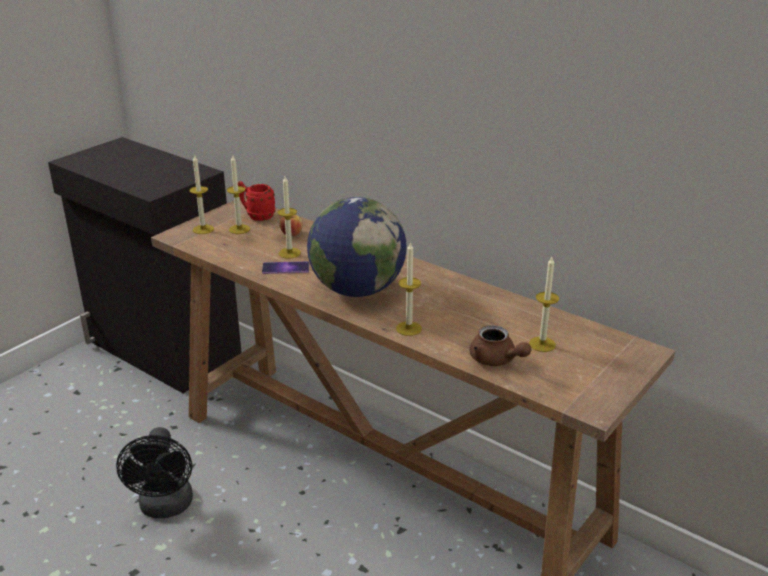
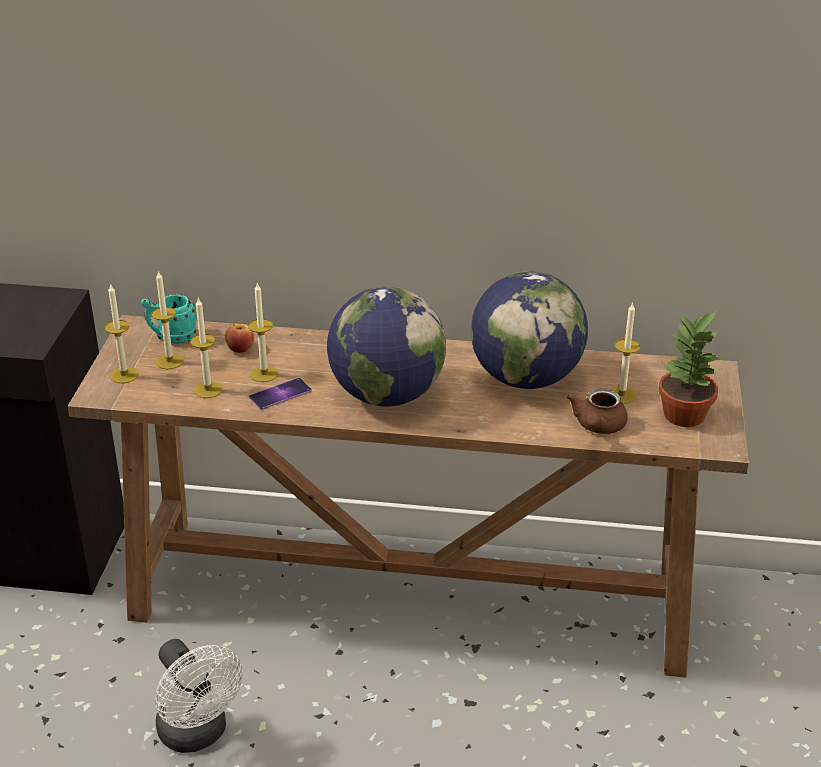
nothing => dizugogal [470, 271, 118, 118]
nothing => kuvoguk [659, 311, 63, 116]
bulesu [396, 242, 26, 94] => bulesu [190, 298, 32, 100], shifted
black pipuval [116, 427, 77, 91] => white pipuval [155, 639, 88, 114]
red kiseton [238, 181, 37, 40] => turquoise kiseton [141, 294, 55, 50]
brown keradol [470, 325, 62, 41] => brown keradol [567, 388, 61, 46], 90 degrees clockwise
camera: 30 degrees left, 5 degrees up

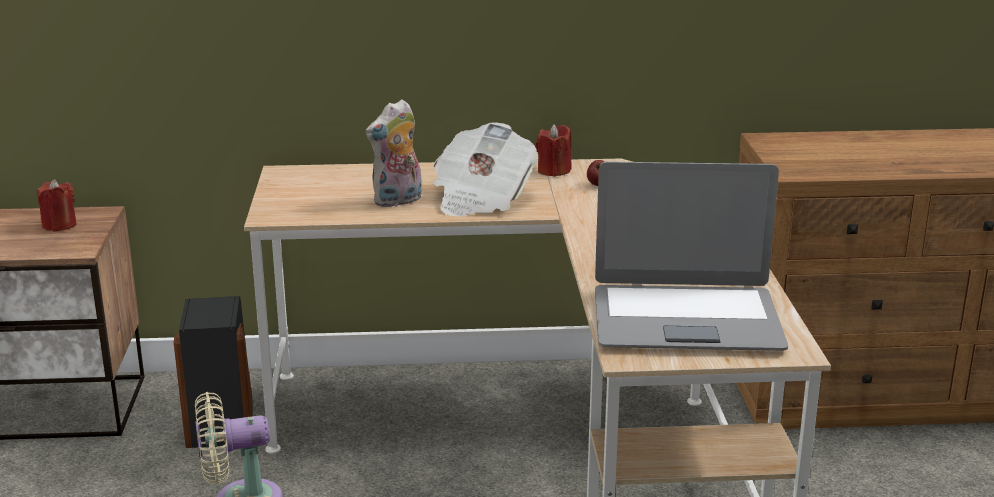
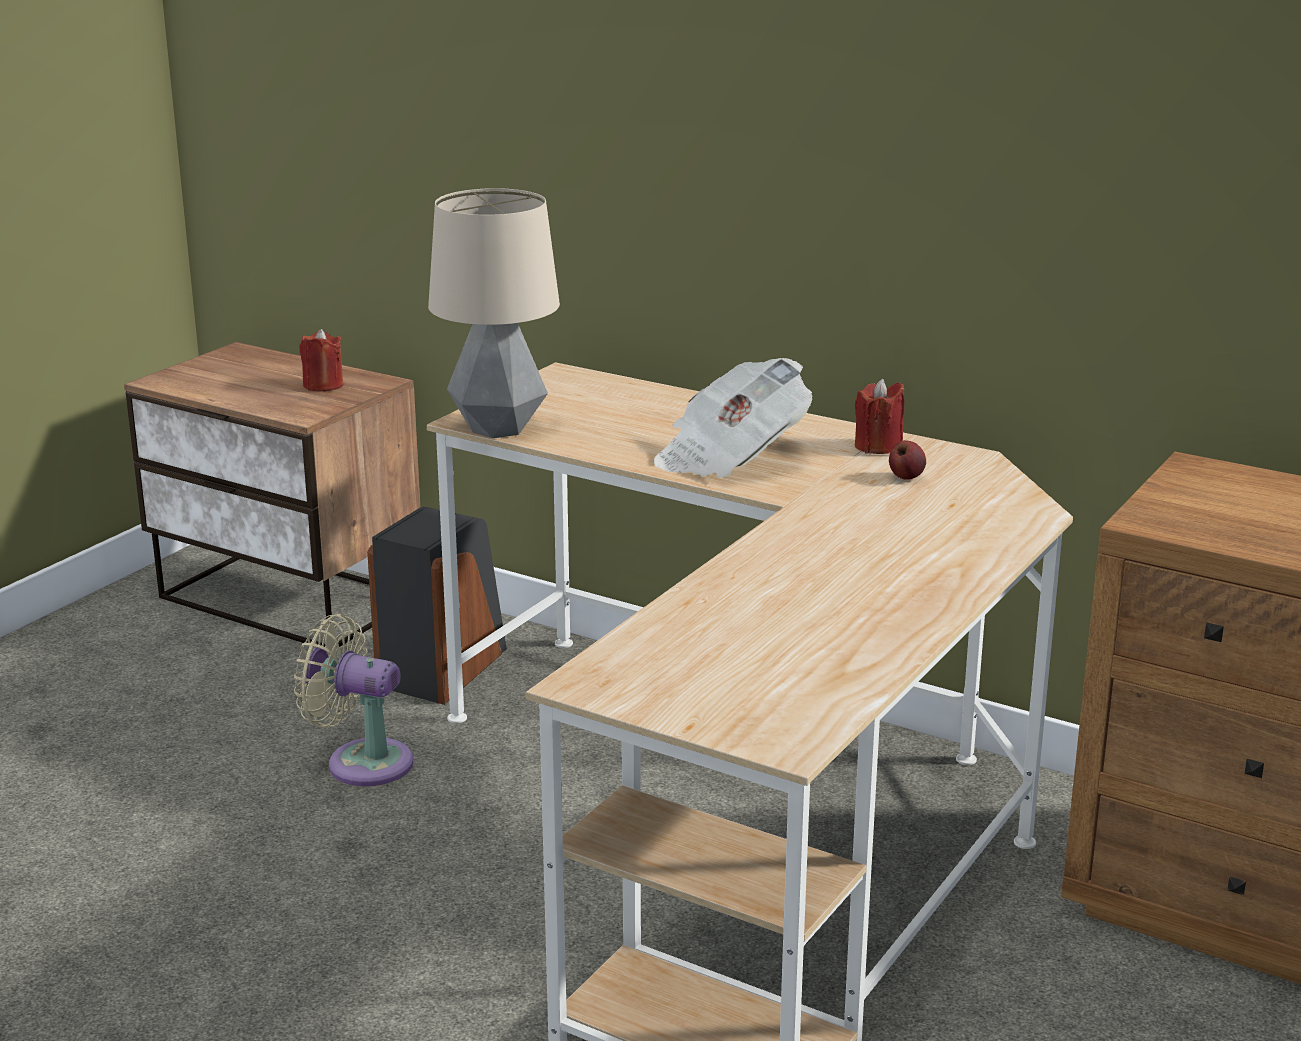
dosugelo [365, 99, 57, 108] => nothing
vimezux [595, 162, 193, 189] => nothing
nothing => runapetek [428, 188, 132, 250]
camera: 35 degrees right, 0 degrees up

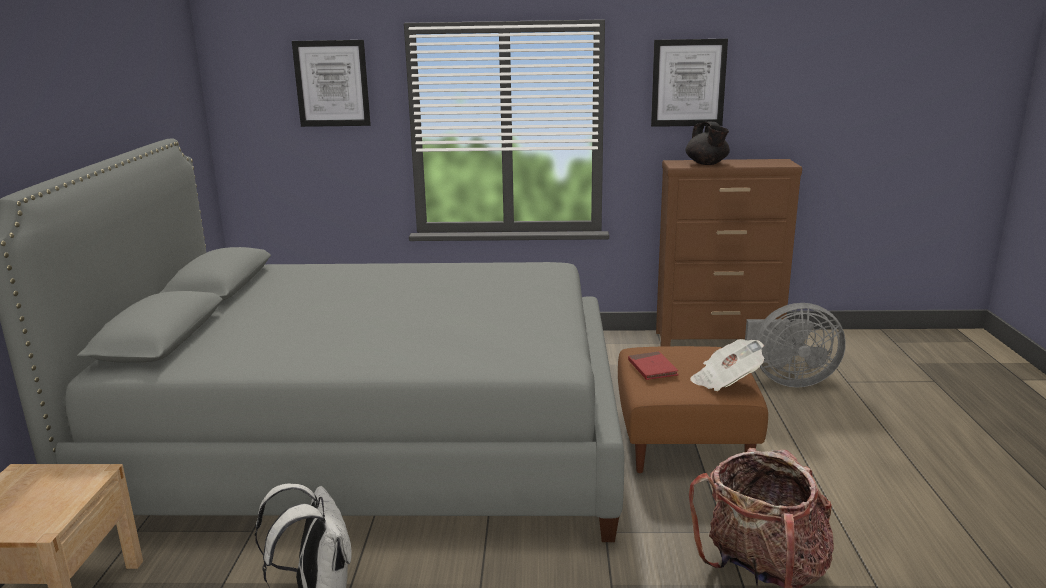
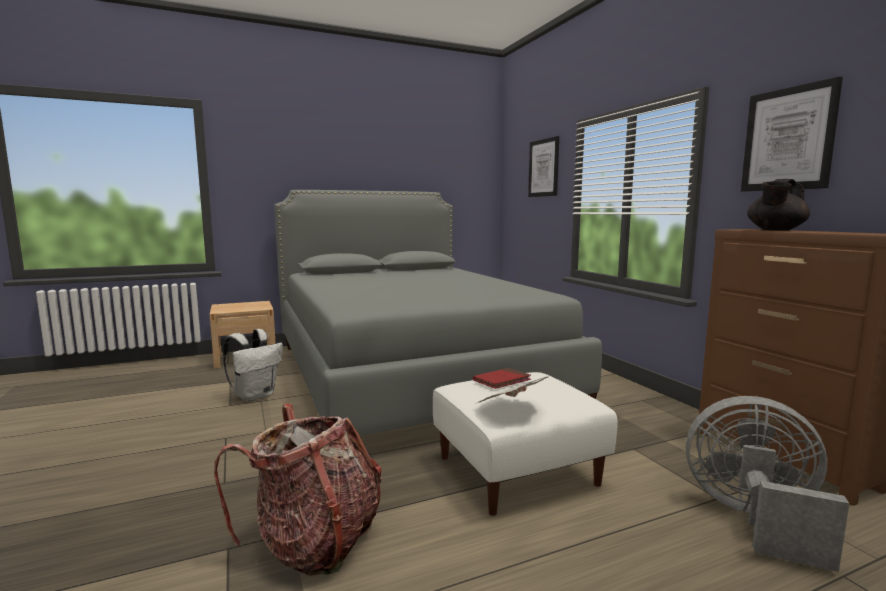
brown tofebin [618, 346, 150, 127] => white tofebin [433, 372, 185, 144]
grey pipuval [745, 303, 101, 84] => grey pipuval [686, 396, 163, 176], 135 degrees clockwise
camera: 65 degrees right, 10 degrees down

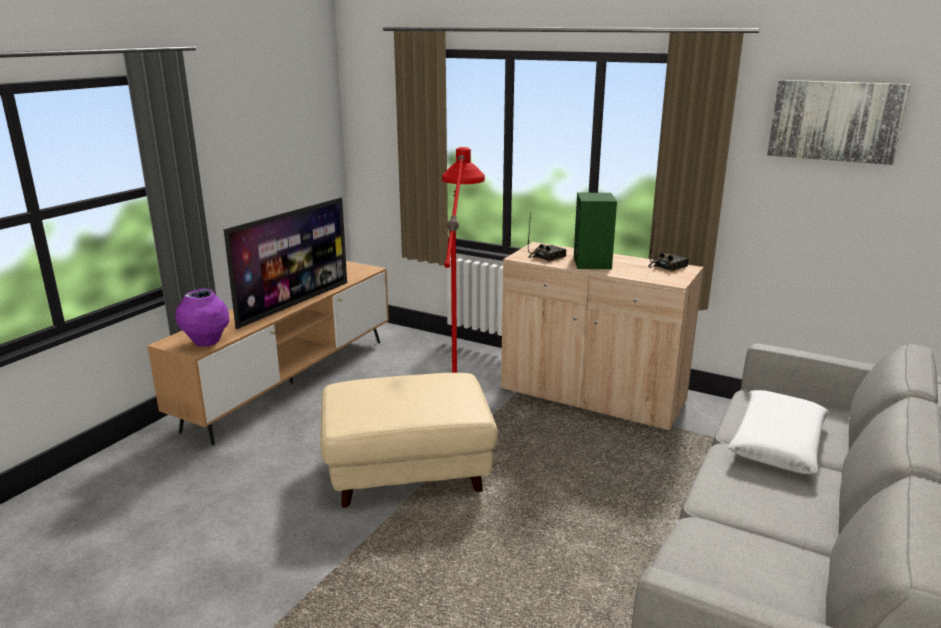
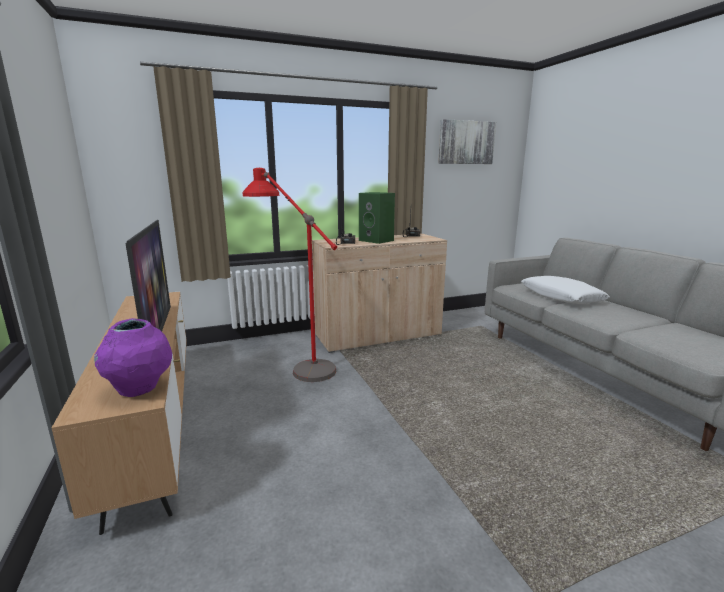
beige tofebin [320, 373, 178, 135] => nothing
camera: 50 degrees left, 5 degrees down

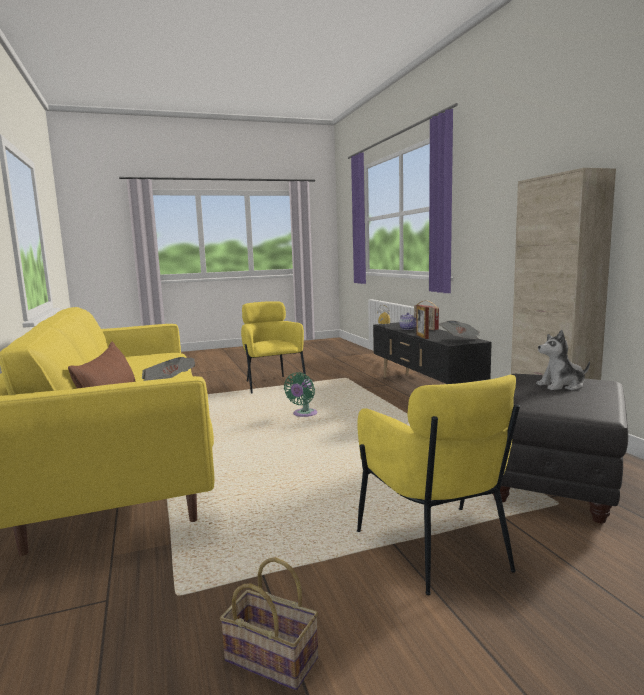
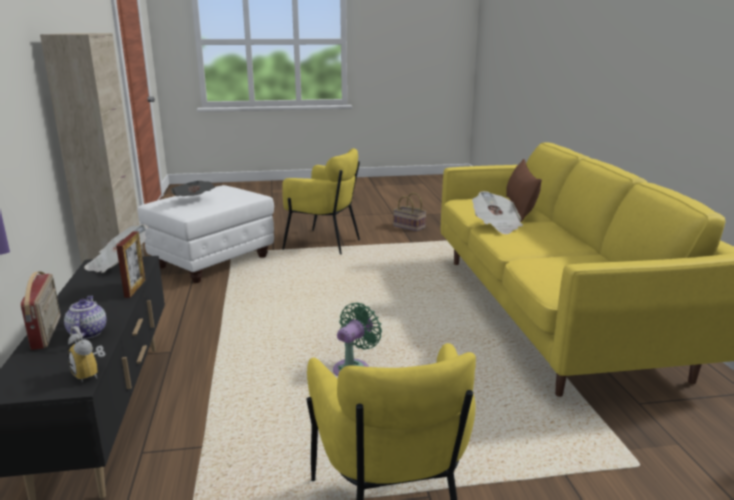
dosugelo [536, 330, 54, 60] => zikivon [171, 181, 44, 15]
black tofebin [493, 374, 135, 149] => white tofebin [138, 185, 136, 98]
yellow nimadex [357, 375, 163, 220] => yellow nimadex [282, 148, 78, 106], 120 degrees clockwise
camera: 170 degrees left, 10 degrees up

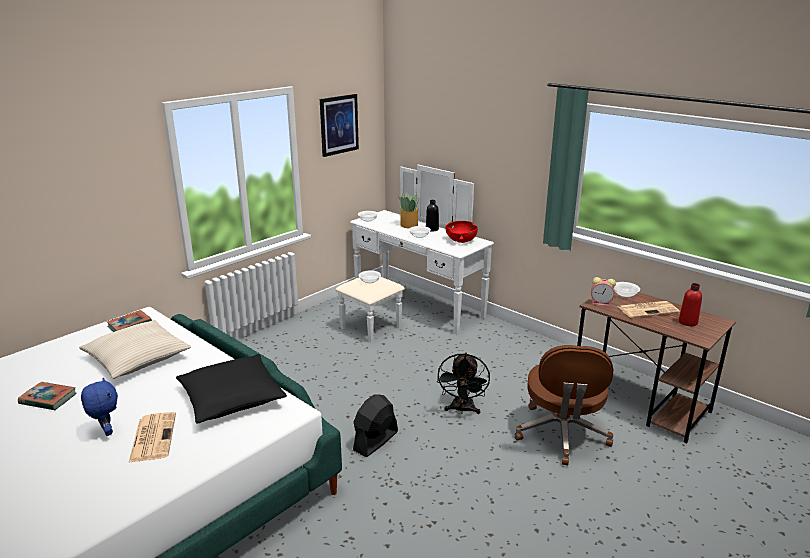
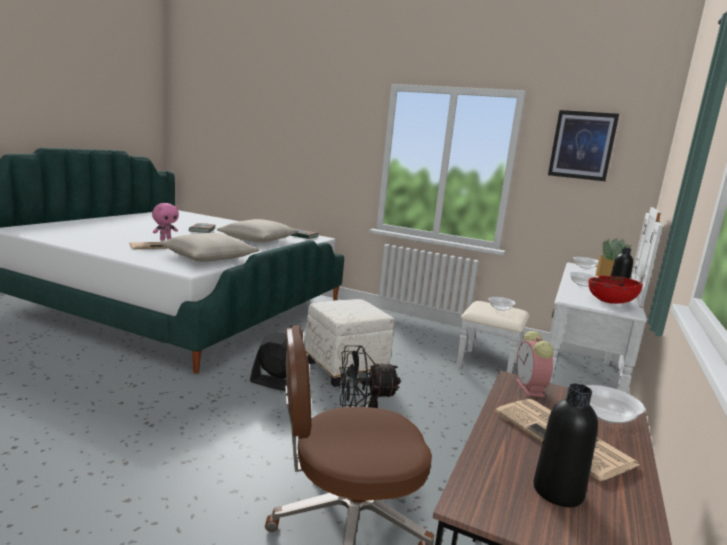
nothing => white tofebin [305, 299, 89, 88]
blue dosugelo [81, 378, 37, 58] => pink dosugelo [152, 203, 27, 37]
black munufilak [176, 354, 111, 70] => beige munufilak [159, 233, 100, 29]
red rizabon [679, 283, 23, 43] => black rizabon [533, 384, 65, 123]
camera: 70 degrees right, 10 degrees down

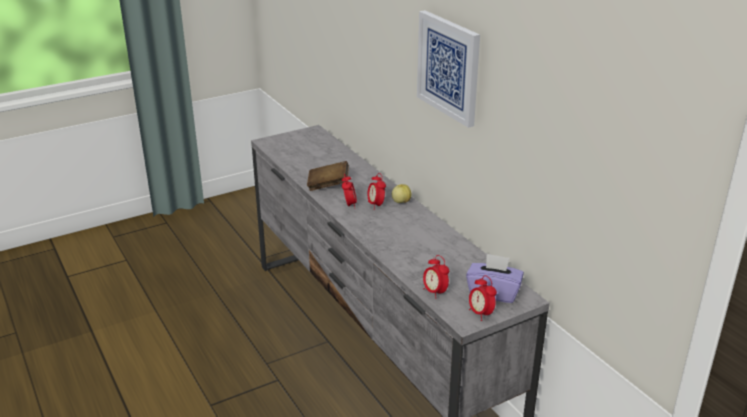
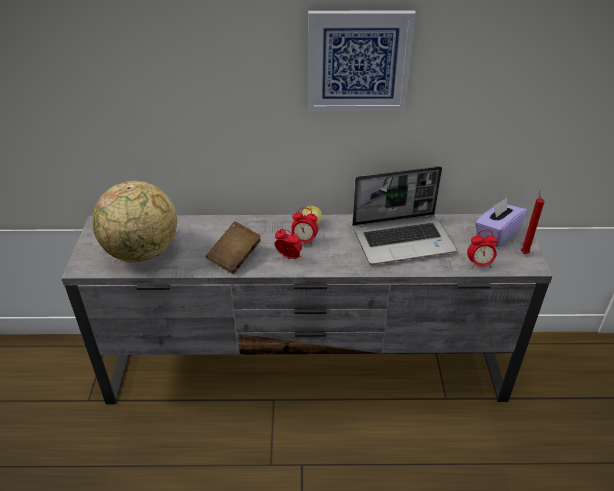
nothing => dizugogal [92, 181, 85, 81]
nothing => vimezux [352, 166, 105, 98]
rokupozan [469, 275, 28, 46] => red bulesu [521, 189, 24, 65]
camera: 60 degrees left, 10 degrees up

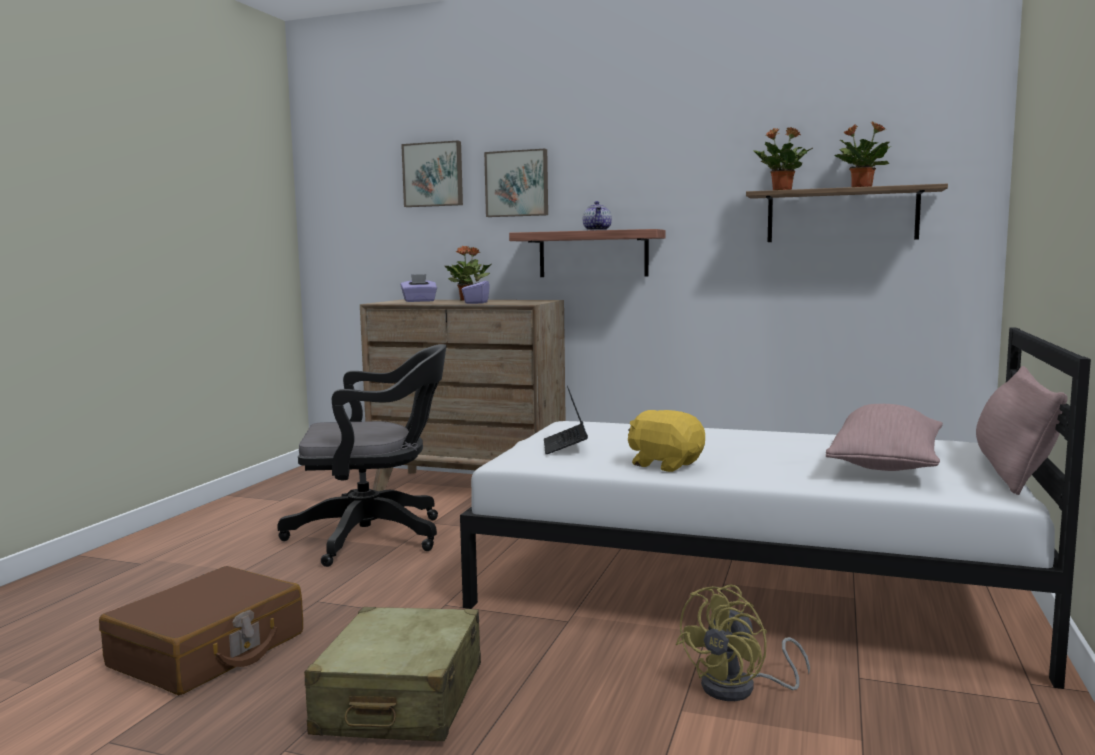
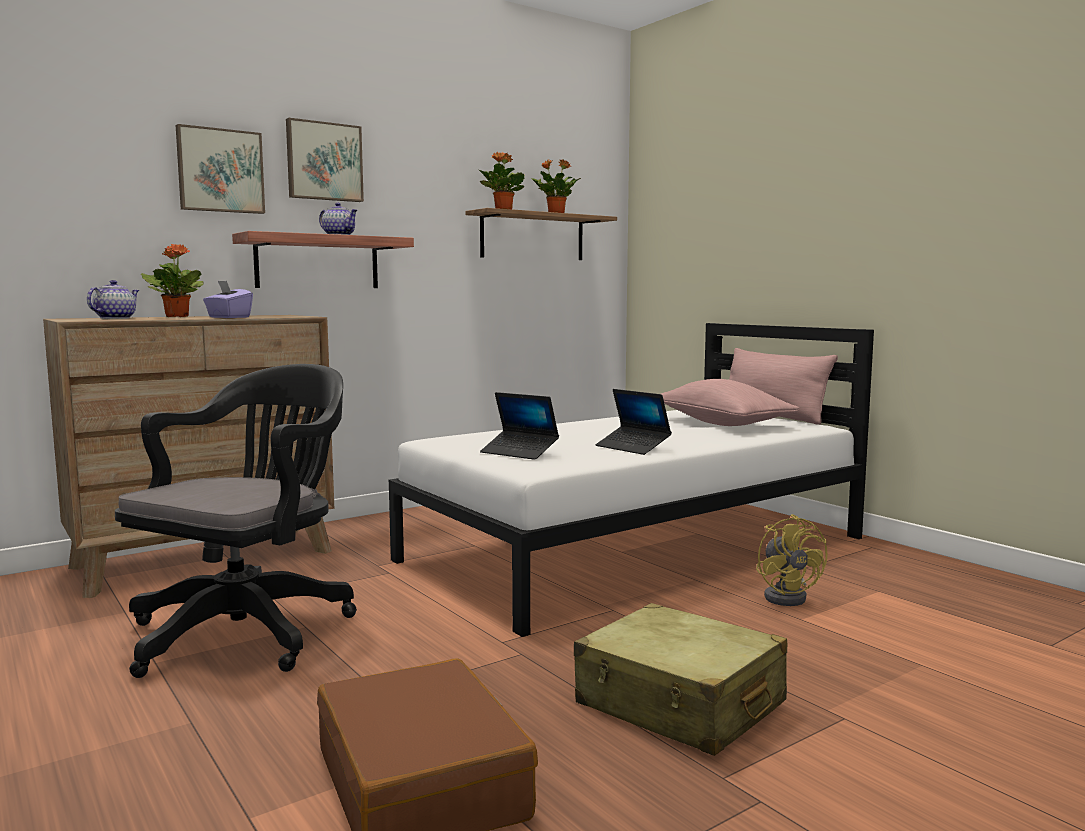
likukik [401, 140, 62, 67] => likukik [286, 118, 78, 84], shifted
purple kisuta [401, 274, 36, 28] => keradol [87, 280, 52, 39]
yellow dosugelo [628, 410, 77, 62] => vimezux [596, 389, 76, 66]
camera: 55 degrees left, 0 degrees up

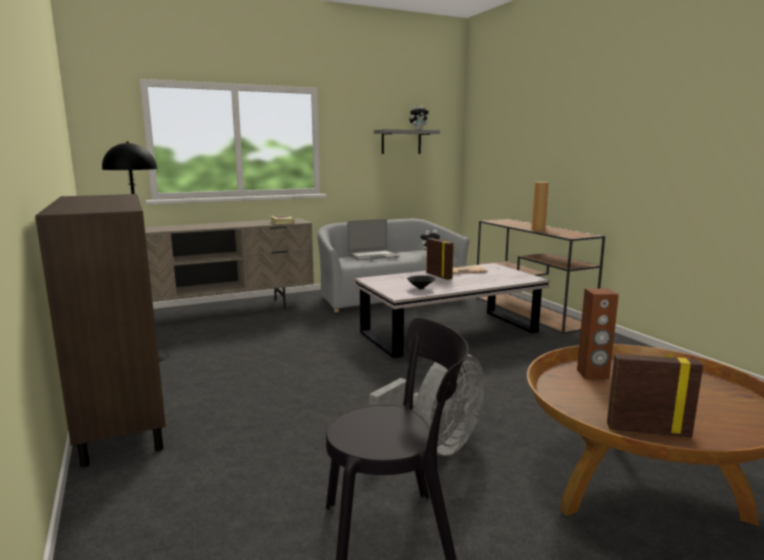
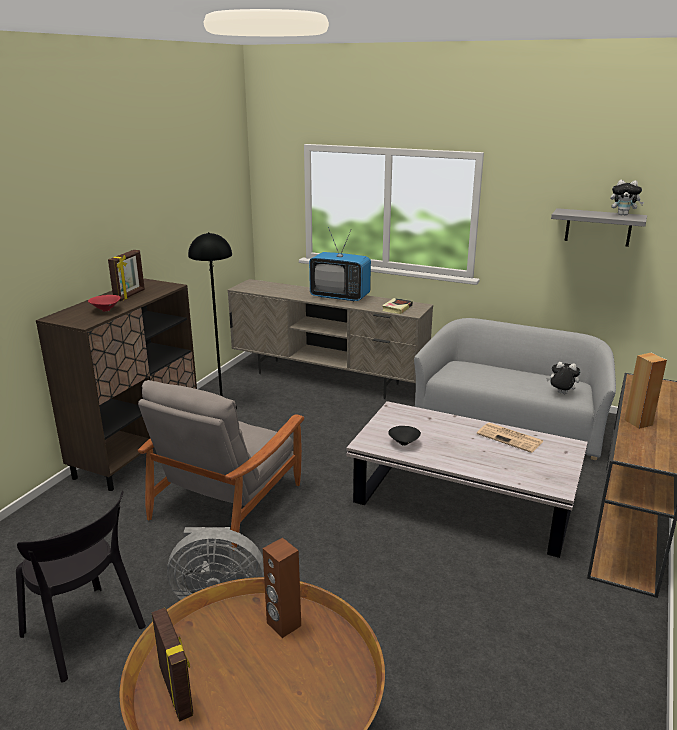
vimezux [347, 219, 53, 41] => nothing
nothing => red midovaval [88, 295, 33, 17]
nothing => grey nimadex [138, 380, 166, 171]
nothing => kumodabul [309, 227, 62, 74]
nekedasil [426, 238, 28, 42] => nekedasil [108, 250, 37, 51], shifted
camera: 50 degrees right, 10 degrees up

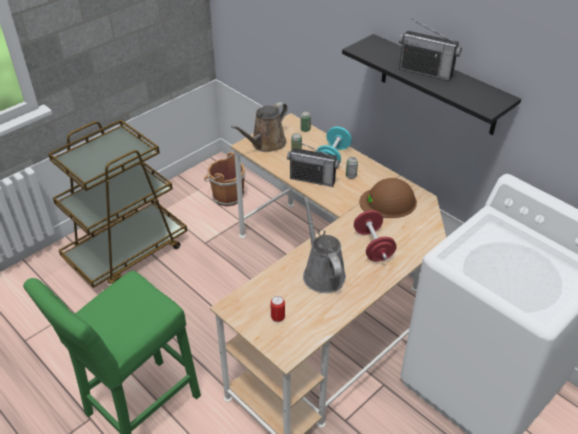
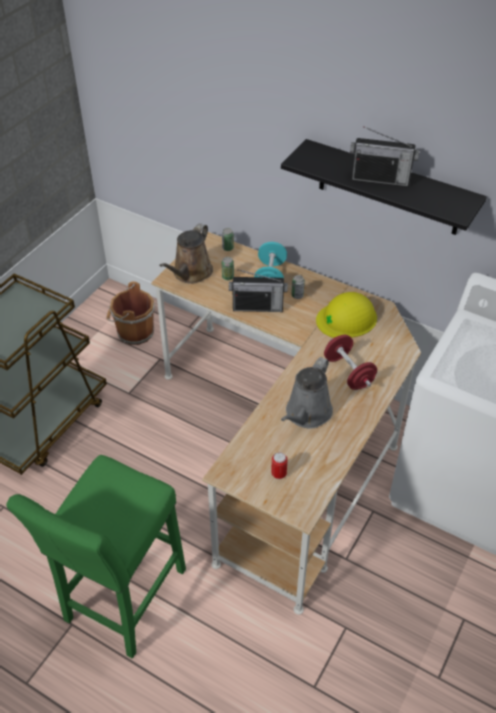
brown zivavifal [359, 178, 58, 40] => yellow zivavifal [316, 292, 61, 46]
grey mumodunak [303, 197, 43, 96] => grey mumodunak [281, 357, 52, 71], 120 degrees counterclockwise
camera: 15 degrees left, 5 degrees up

